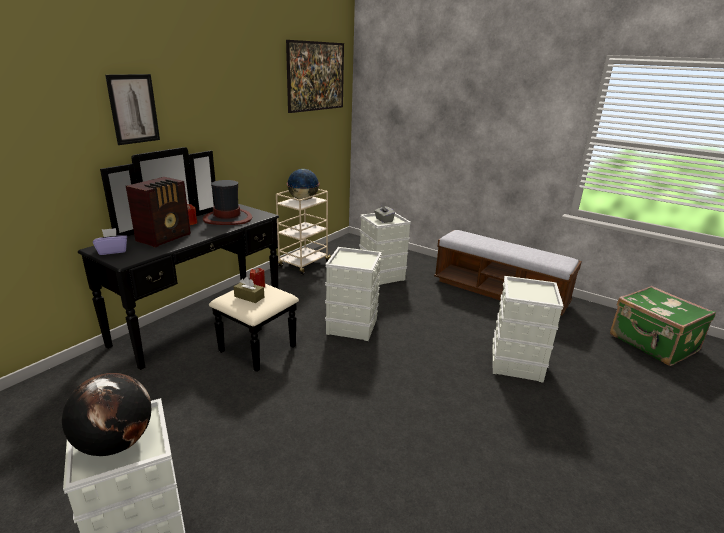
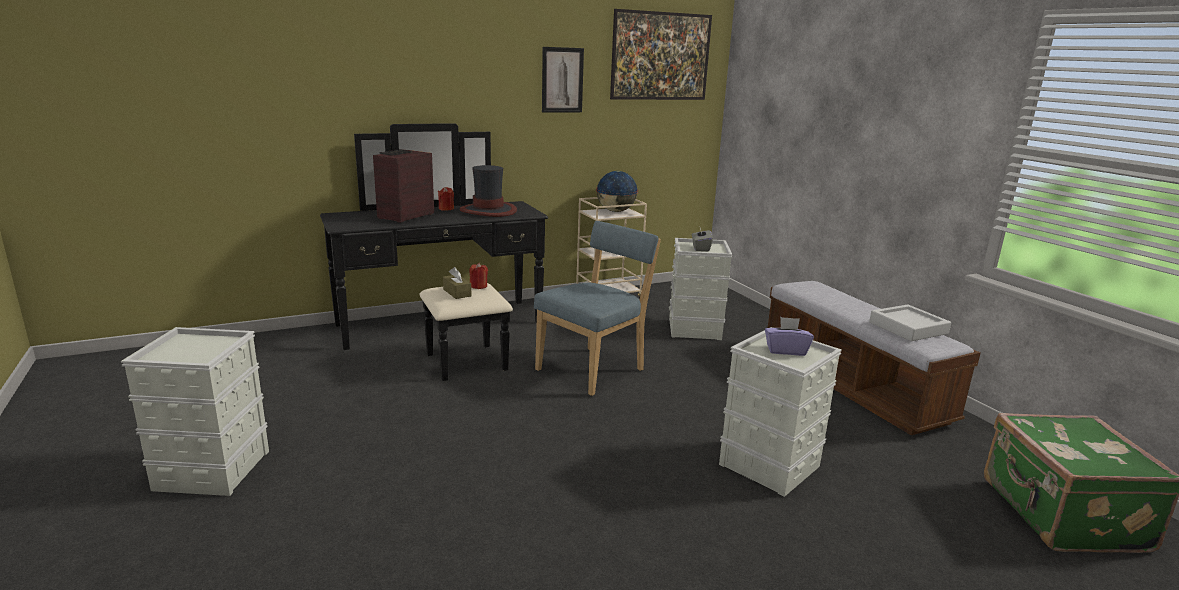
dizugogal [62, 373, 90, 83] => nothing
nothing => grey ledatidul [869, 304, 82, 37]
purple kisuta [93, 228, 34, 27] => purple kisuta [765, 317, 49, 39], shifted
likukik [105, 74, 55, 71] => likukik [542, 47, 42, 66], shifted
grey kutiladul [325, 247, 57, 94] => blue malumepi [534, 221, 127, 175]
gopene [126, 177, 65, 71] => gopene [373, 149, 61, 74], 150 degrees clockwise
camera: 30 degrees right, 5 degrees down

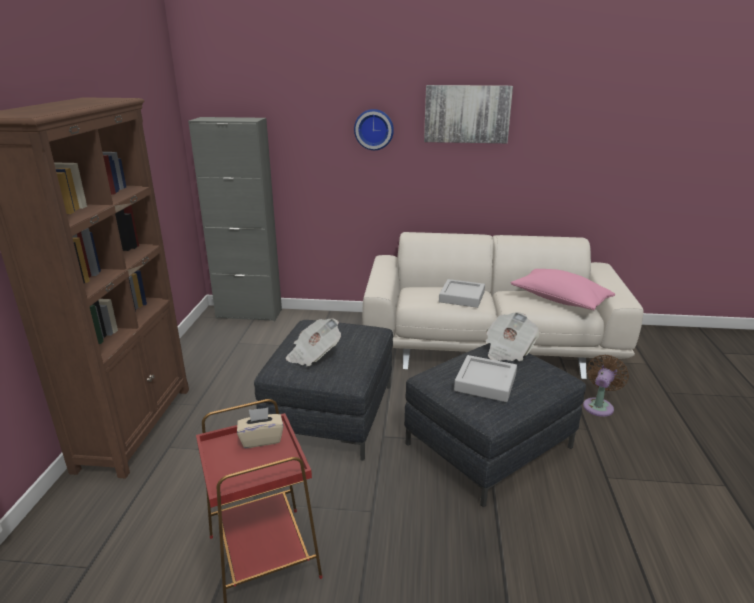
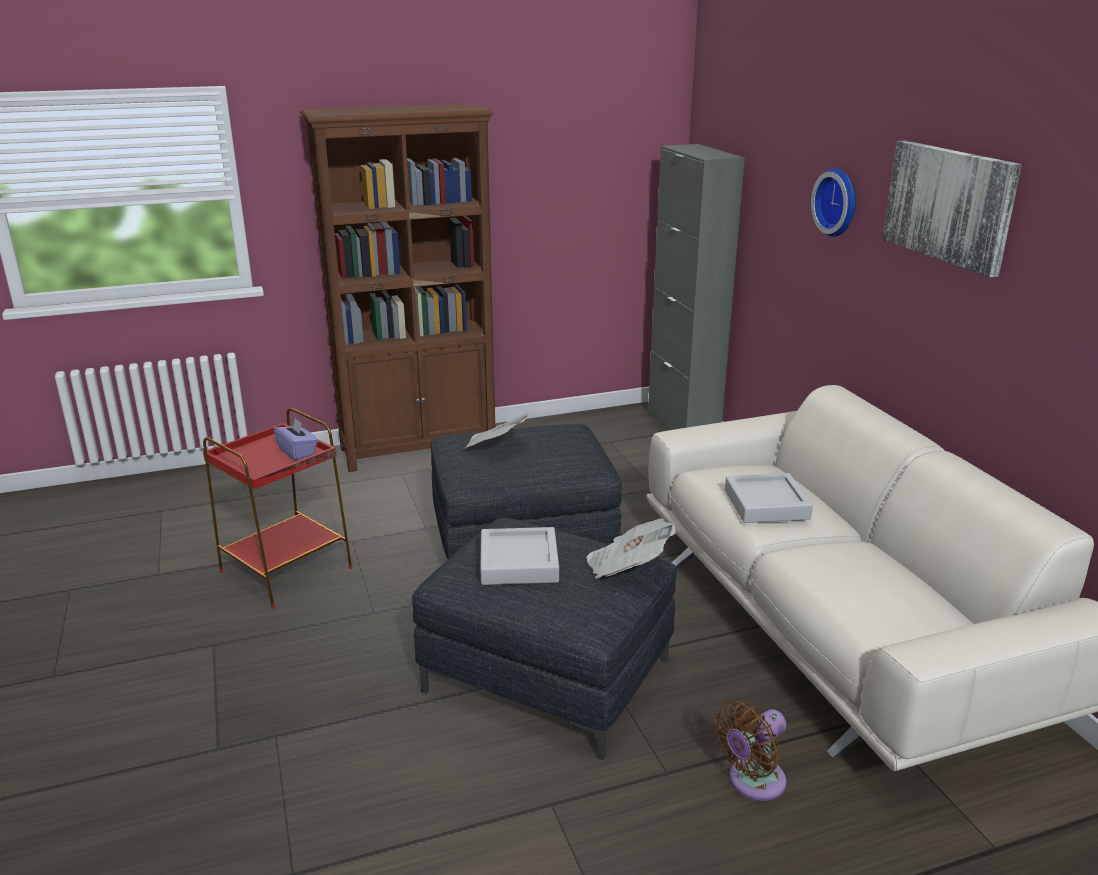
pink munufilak [511, 269, 104, 41] => nothing
beige kisuta [237, 407, 47, 41] => purple kisuta [274, 418, 44, 43]
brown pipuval [583, 355, 46, 62] => brown pipuval [715, 701, 72, 100], 135 degrees clockwise
camera: 65 degrees right, 0 degrees up

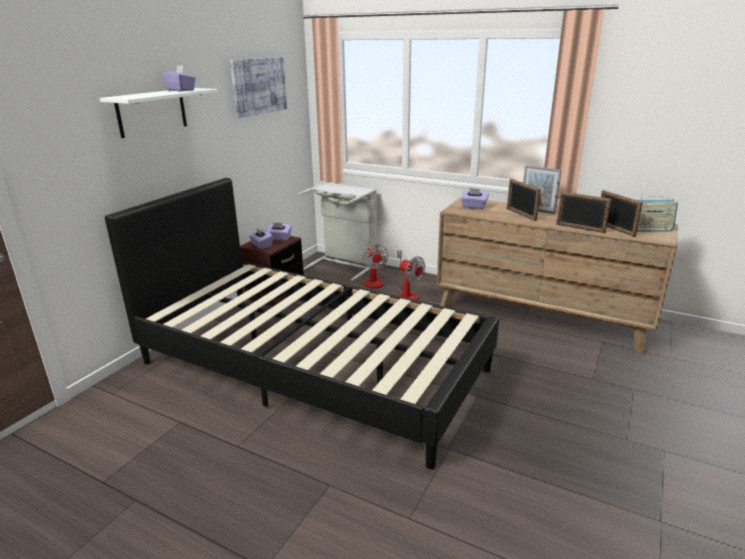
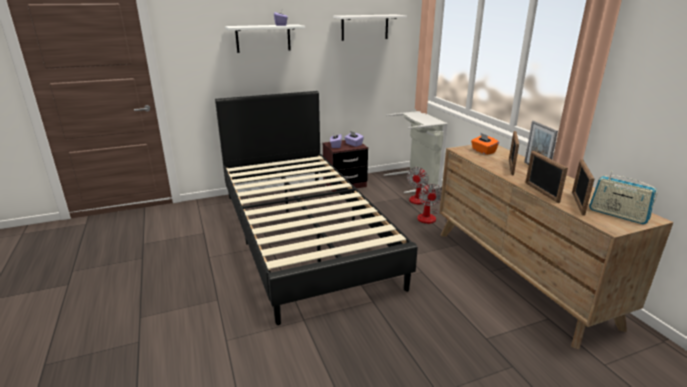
likukik [230, 57, 57, 61] => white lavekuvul [333, 14, 74, 27]
purple kisuta [461, 188, 28, 21] => orange kisuta [471, 133, 28, 22]
camera: 40 degrees right, 0 degrees up

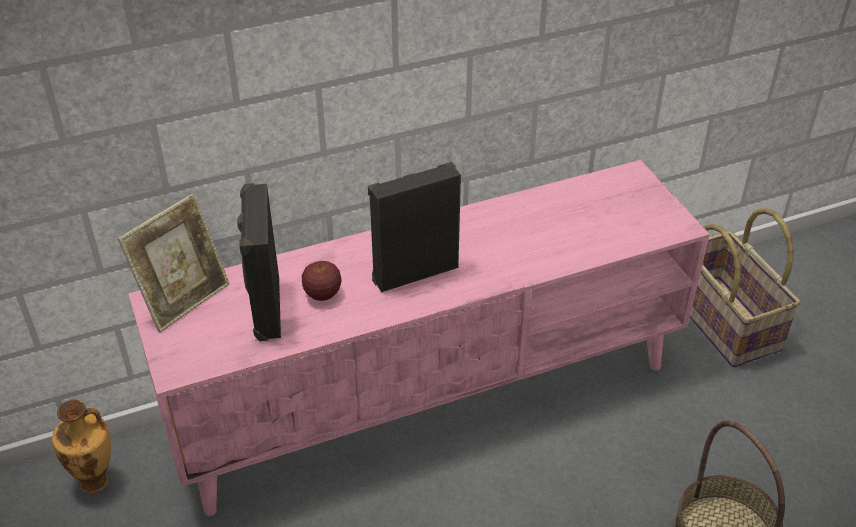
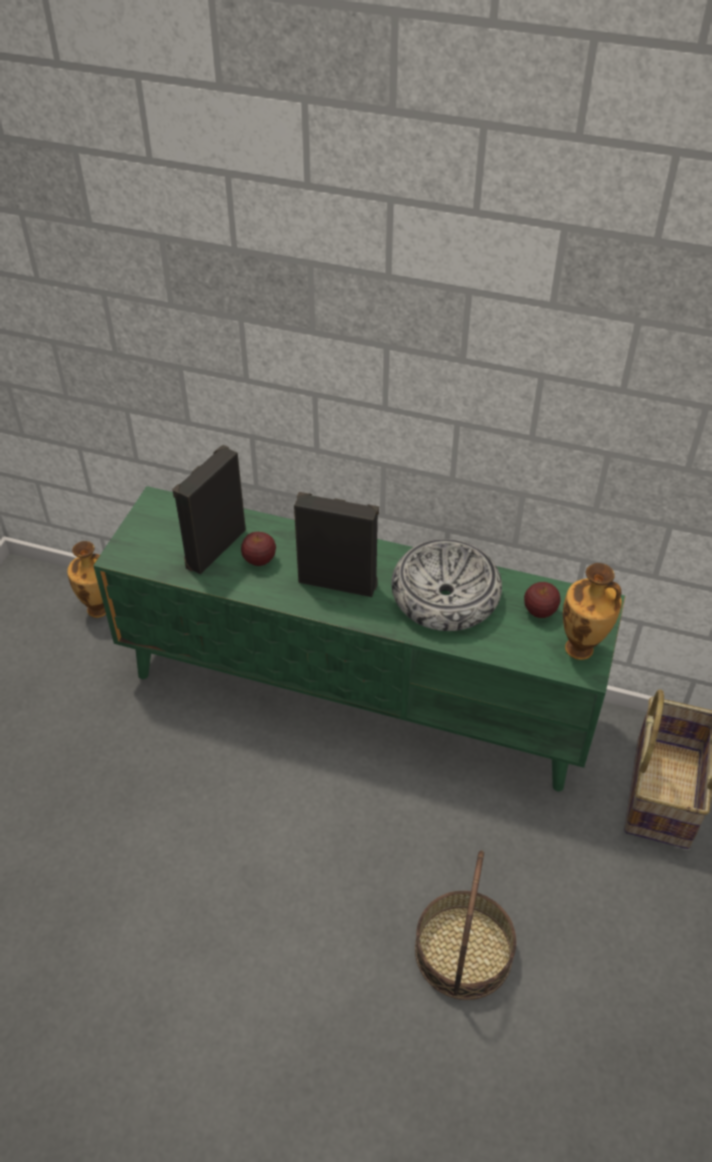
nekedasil [118, 193, 112, 139] => nothing
nothing => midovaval [391, 539, 111, 92]
nothing => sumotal [524, 582, 37, 36]
nothing => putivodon [563, 563, 59, 97]
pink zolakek [128, 160, 582, 356] => green zolakek [93, 486, 532, 306]
camera: 40 degrees right, 5 degrees up

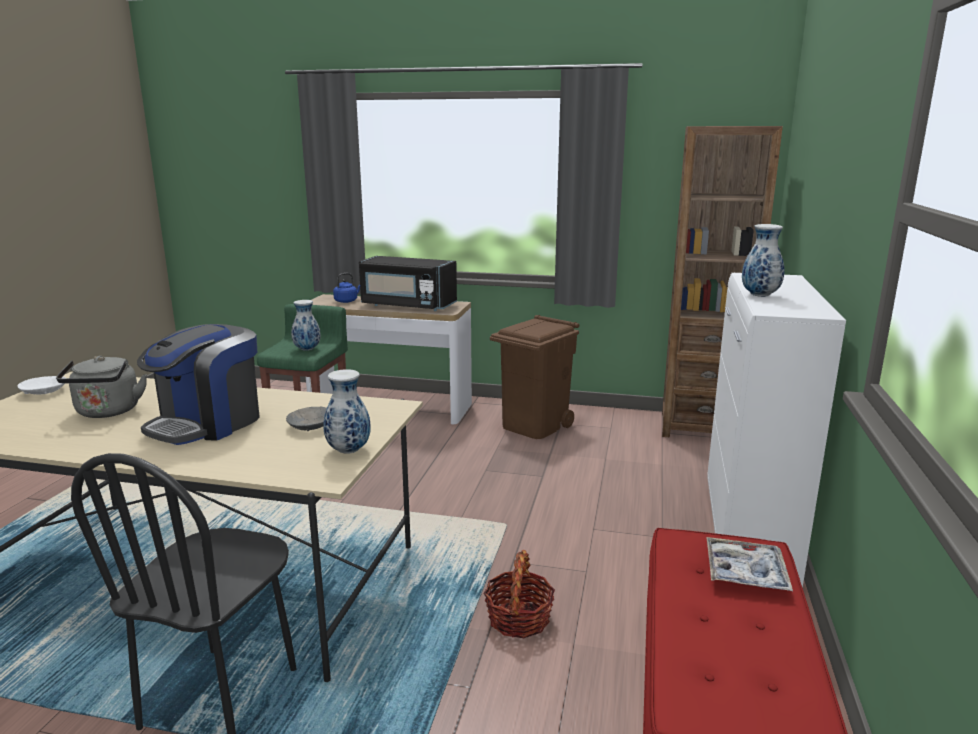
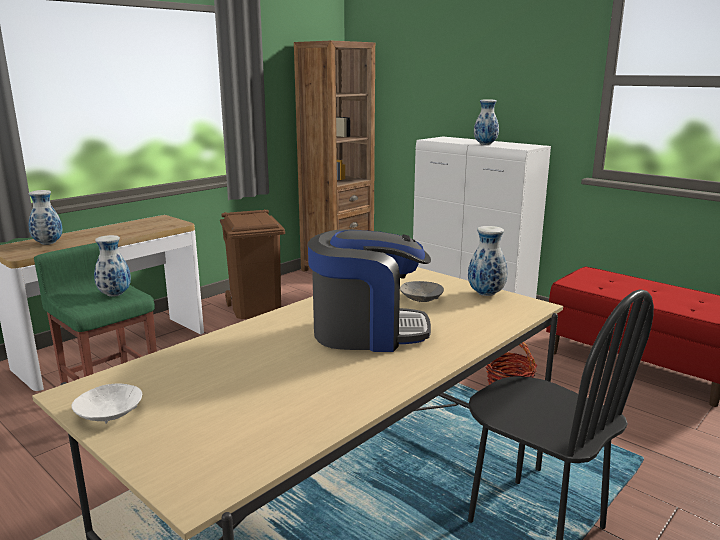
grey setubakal [56, 356, 91, 62] => nothing
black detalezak [359, 256, 98, 55] => nothing
ledatidul [706, 537, 87, 54] => nothing
blue setubakal [333, 273, 27, 30] => putivodon [28, 190, 34, 55]
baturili [137, 324, 123, 121] => baturili [308, 229, 123, 123], 60 degrees counterclockwise
camera: 60 degrees left, 0 degrees up

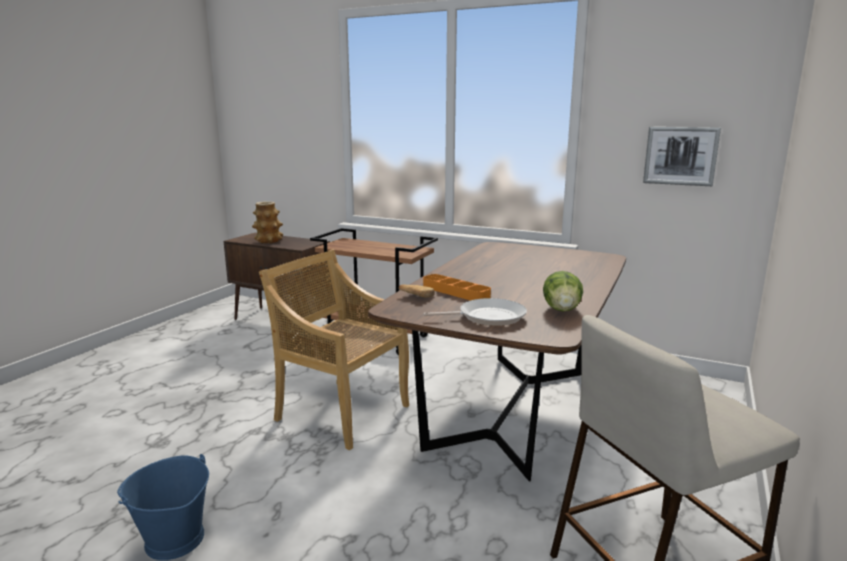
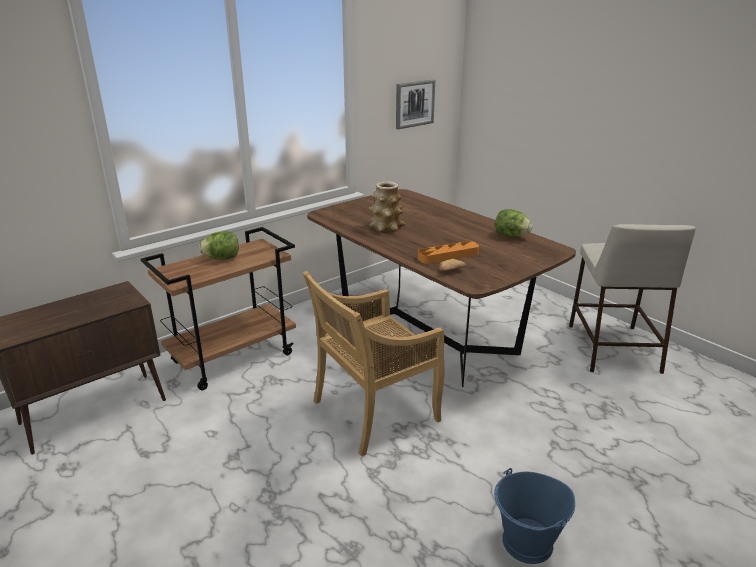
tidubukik [424, 298, 103, 28] => nothing
nothing => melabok [199, 231, 40, 29]
putivodon [252, 201, 31, 42] => putivodon [368, 181, 37, 52], shifted
camera: 65 degrees left, 10 degrees up

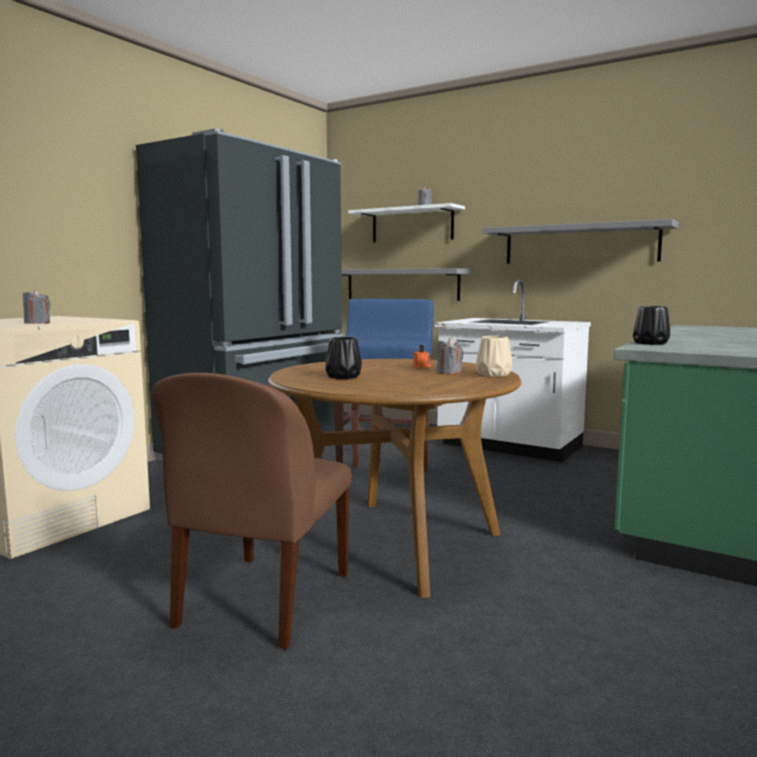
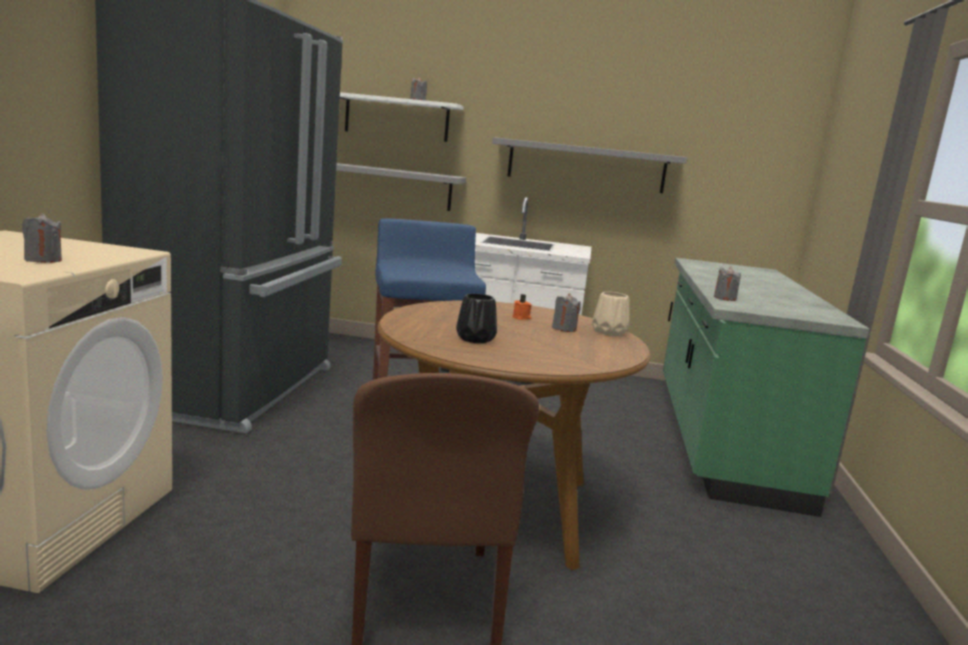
black putivodon [633, 306, 37, 39] => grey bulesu [714, 267, 27, 34]
camera: 25 degrees left, 5 degrees up

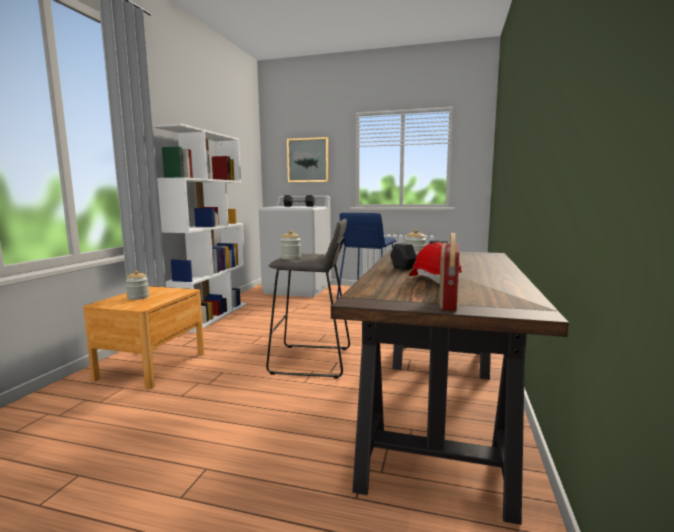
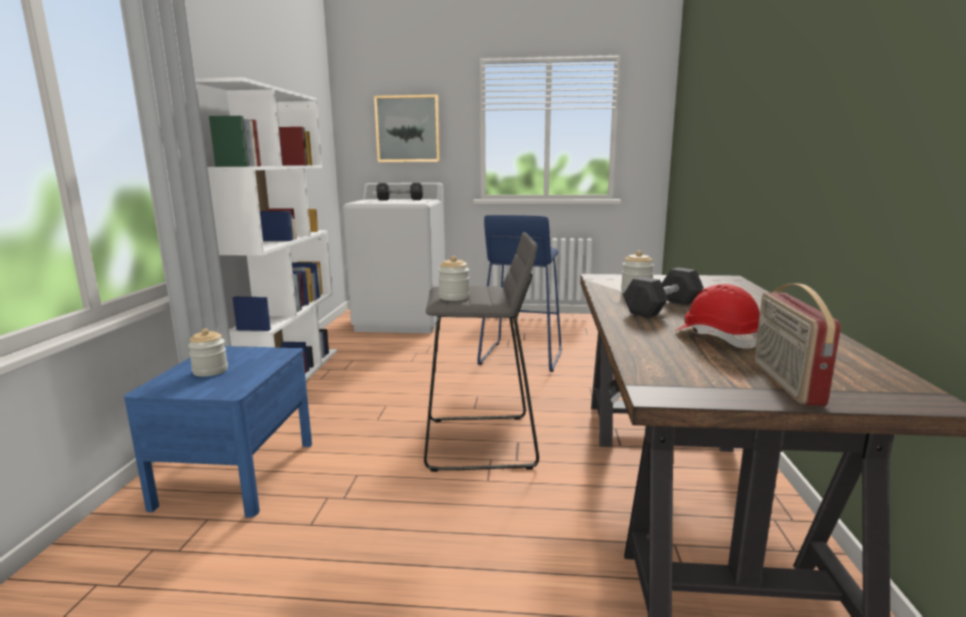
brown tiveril [83, 286, 121, 103] => blue tiveril [124, 346, 188, 172]
camera: 10 degrees left, 5 degrees up

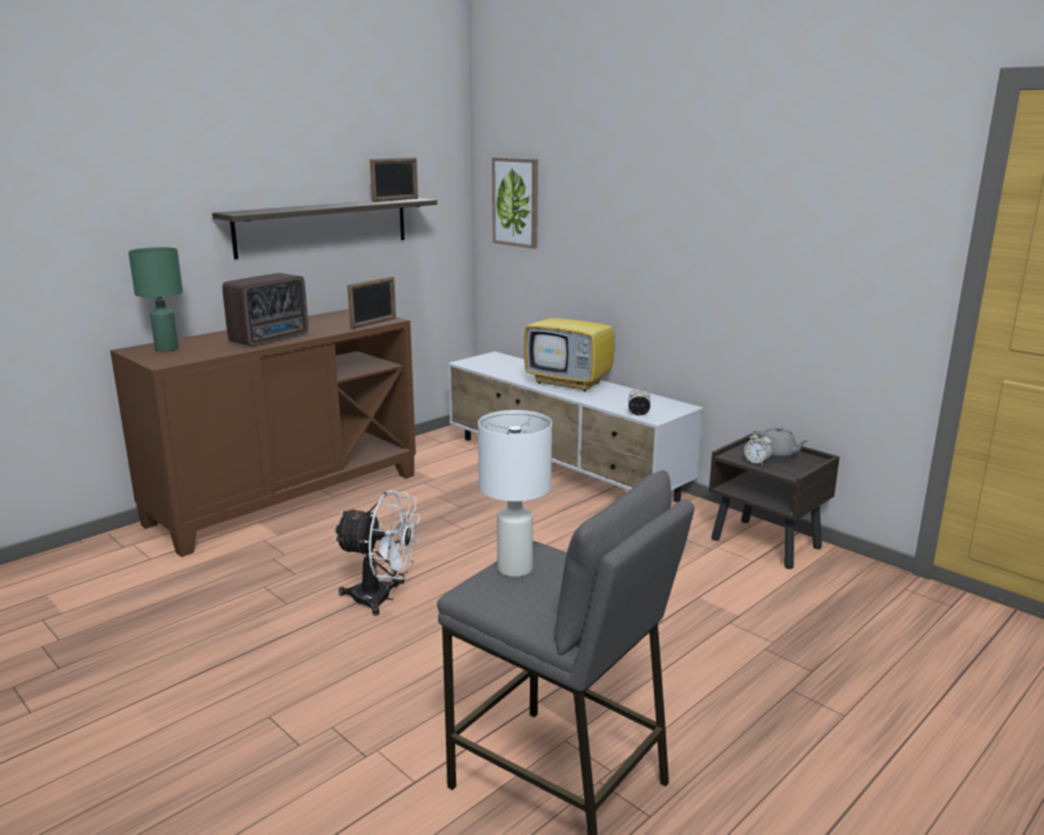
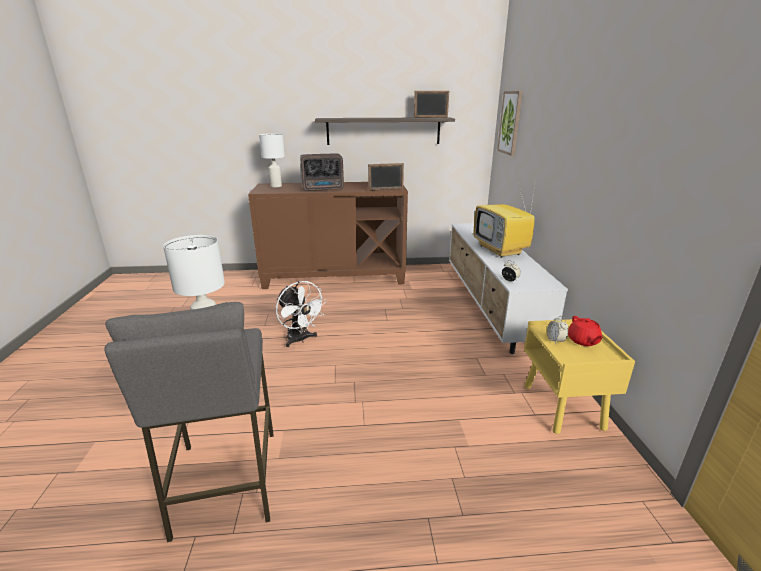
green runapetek [128, 247, 55, 105] => white runapetek [259, 133, 26, 54]
brown tiveril [709, 433, 131, 136] => yellow tiveril [524, 319, 111, 115]
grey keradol [753, 427, 55, 32] => red keradol [568, 316, 35, 30]
camera: 40 degrees right, 5 degrees up

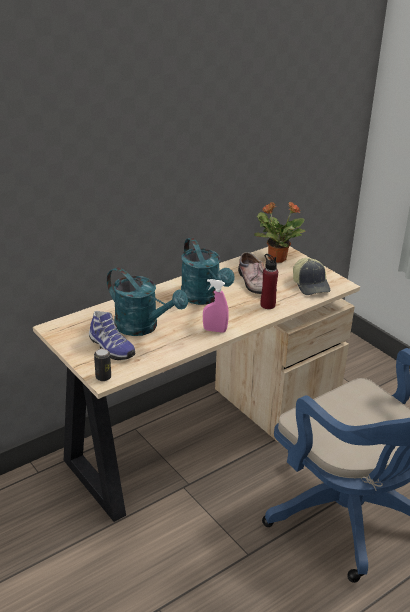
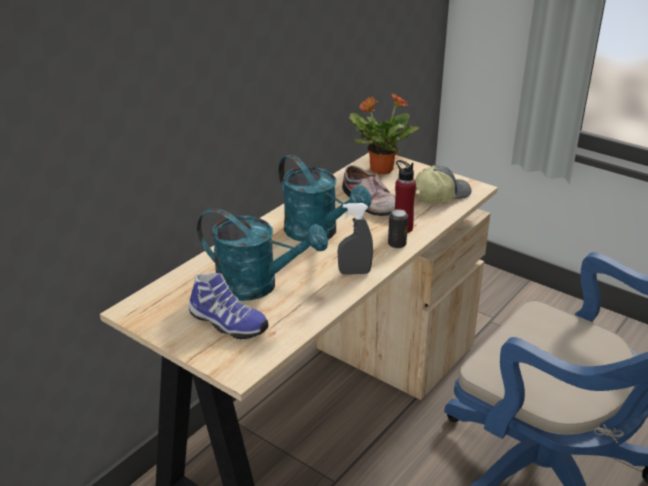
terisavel [94, 348, 17, 33] => terisavel [388, 209, 20, 40], shifted
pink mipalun [203, 279, 26, 54] => grey mipalun [338, 203, 35, 72]
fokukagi [293, 258, 37, 37] => fokukagi [415, 165, 57, 39], 90 degrees counterclockwise
camera: 15 degrees left, 0 degrees up

